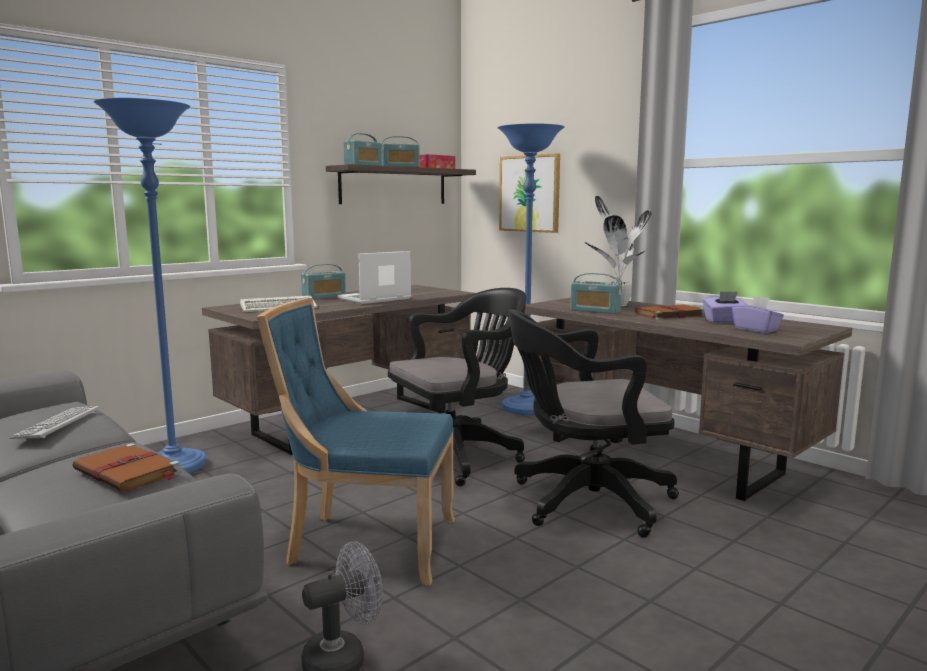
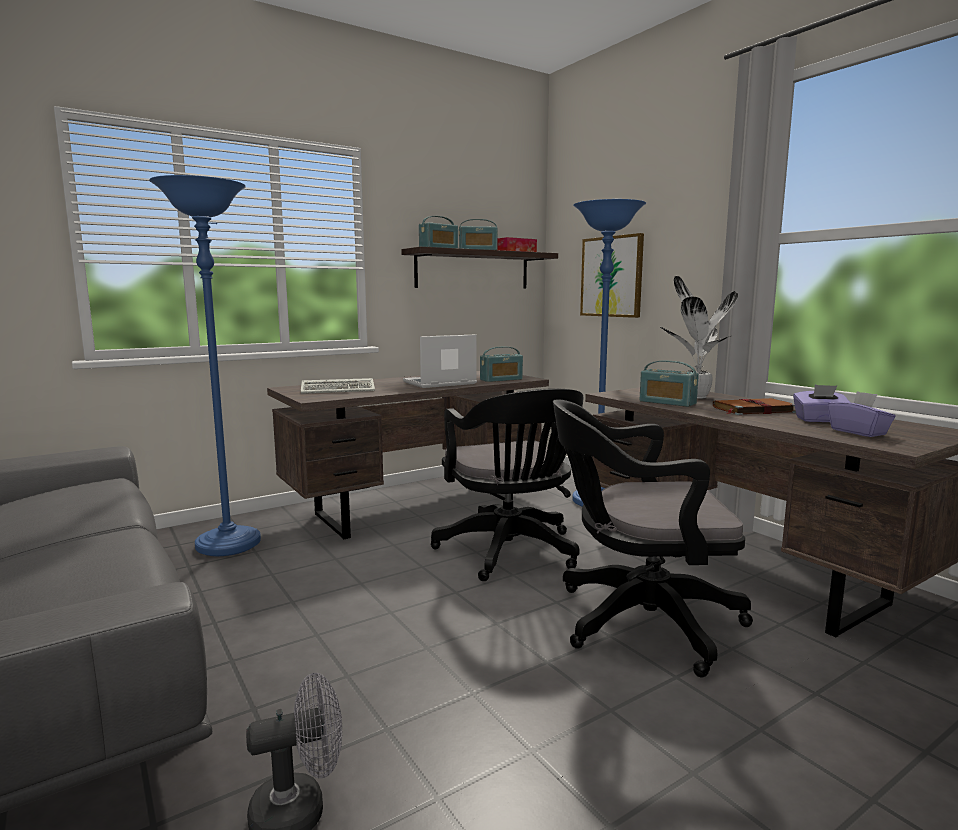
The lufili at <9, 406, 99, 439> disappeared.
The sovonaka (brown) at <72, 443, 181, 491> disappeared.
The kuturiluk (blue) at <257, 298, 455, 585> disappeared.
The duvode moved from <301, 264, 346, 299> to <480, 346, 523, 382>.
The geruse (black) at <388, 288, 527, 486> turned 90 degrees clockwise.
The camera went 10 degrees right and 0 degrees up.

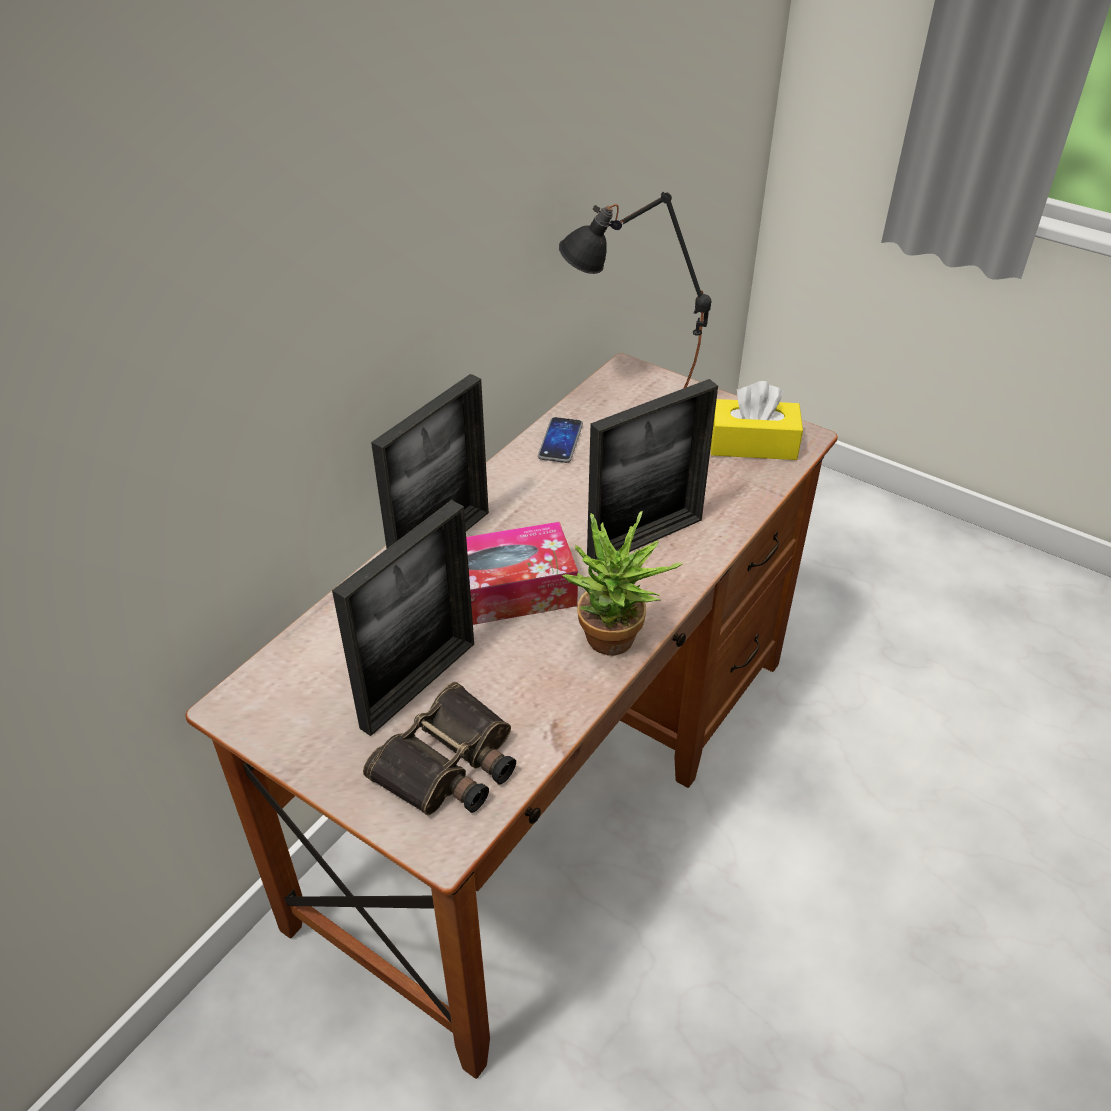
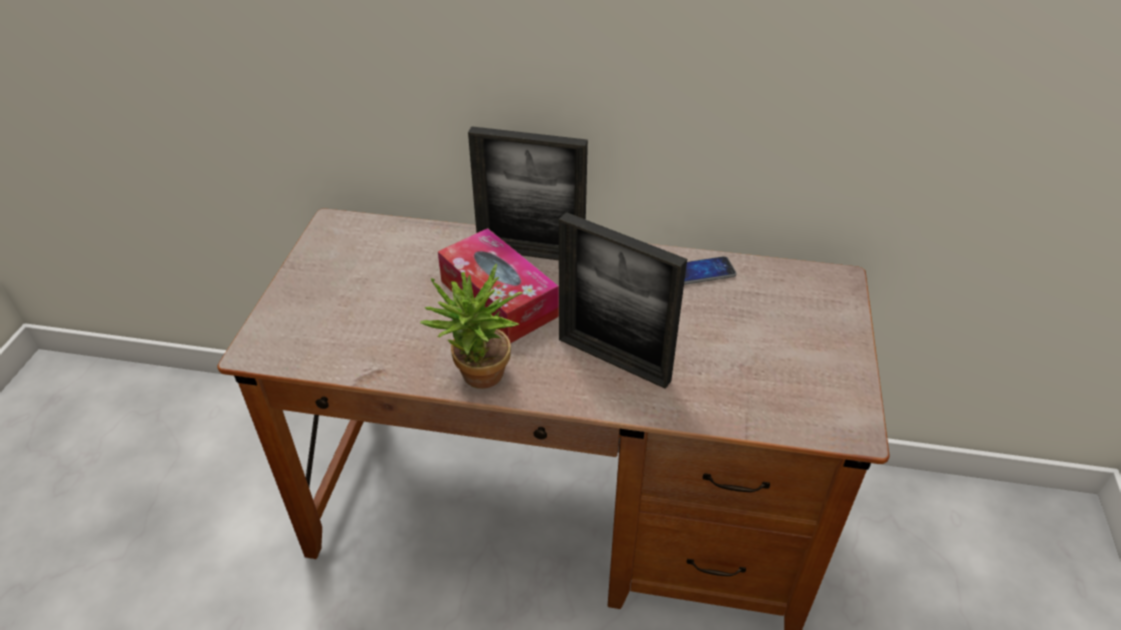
The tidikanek at <332, 500, 474, 736> disappeared.
The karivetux at <363, 682, 516, 815> disappeared.
The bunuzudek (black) at <559, 192, 711, 388> disappeared.
The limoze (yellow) at <711, 381, 803, 460> disappeared.
The camera went 65 degrees right and 0 degrees up.

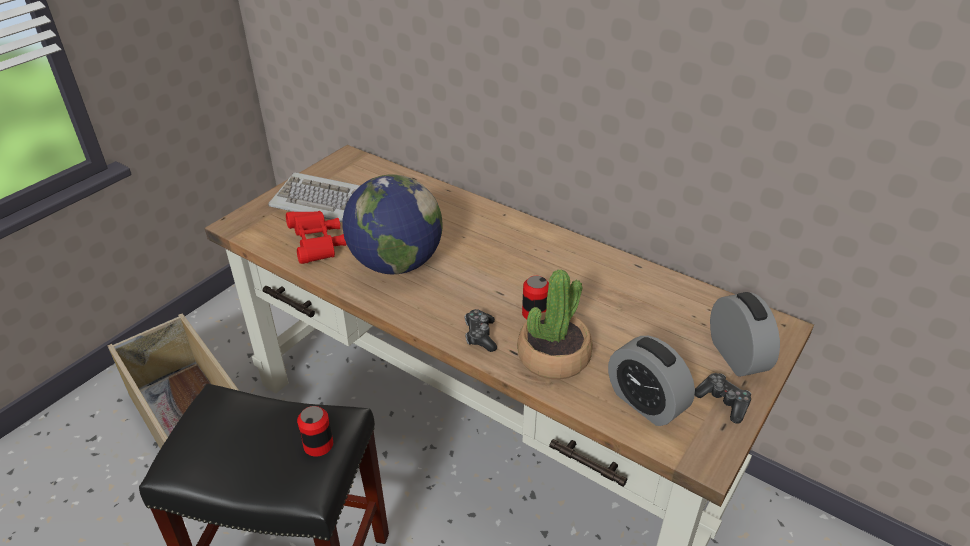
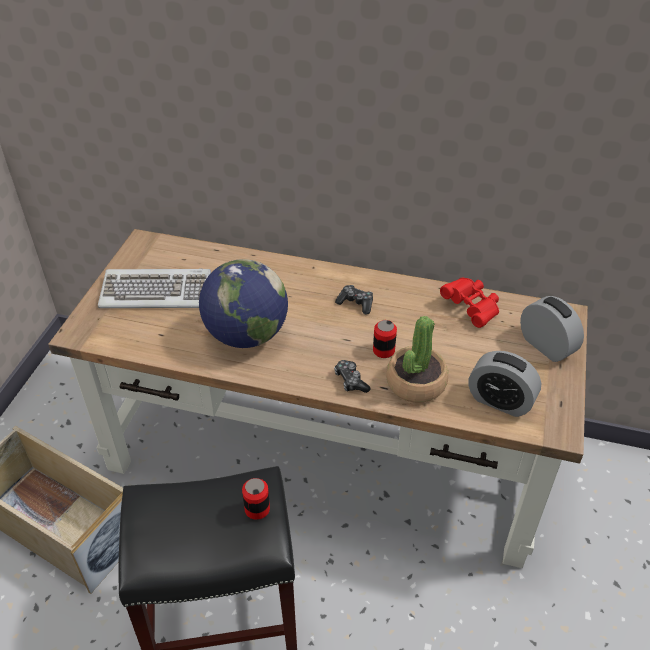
The karivetux (red) moved from <286, 211, 346, 264> to <440, 278, 499, 328>.
The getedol moved from <695, 373, 751, 424> to <335, 285, 373, 315>.
The camera went 20 degrees left and 5 degrees up.

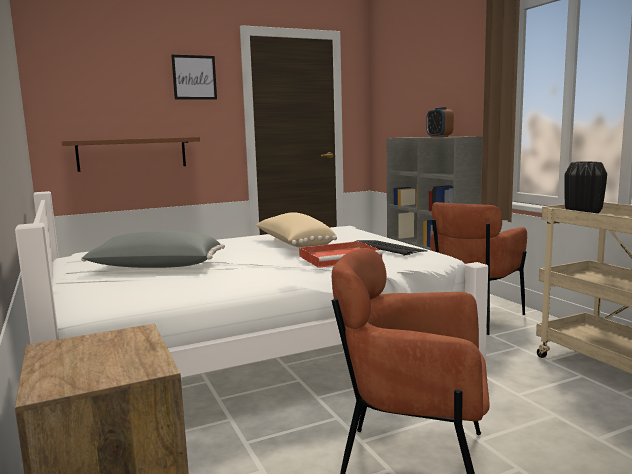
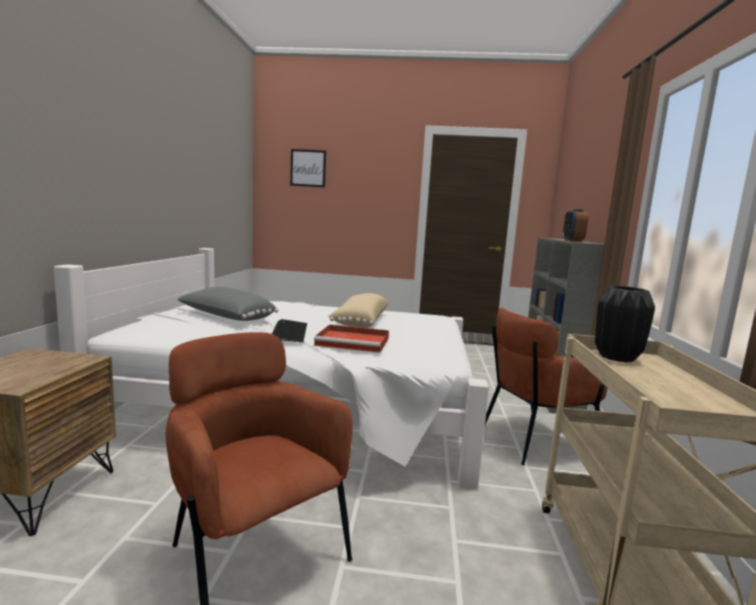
The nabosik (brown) at <62, 137, 200, 172> disappeared.
The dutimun moved from <171, 55, 217, 100> to <290, 149, 326, 187>.
The lufili moved from <356, 240, 428, 256> to <272, 319, 307, 342>.
The camera went 30 degrees right and 0 degrees up.

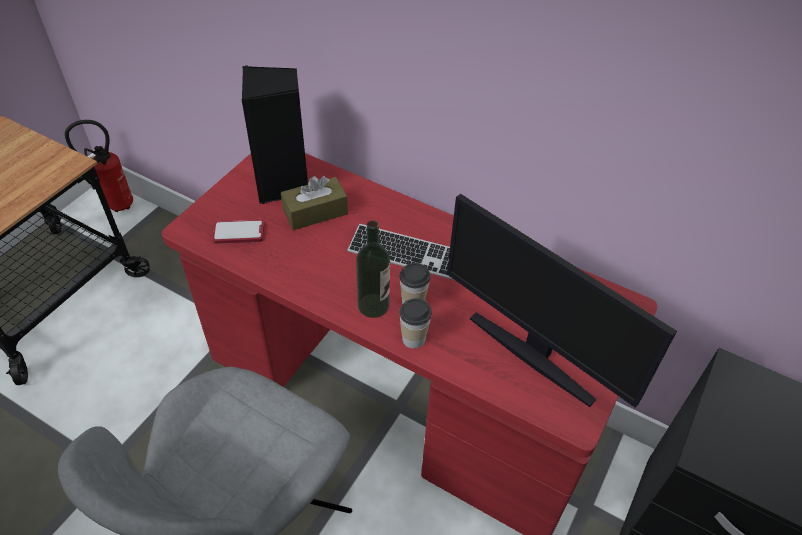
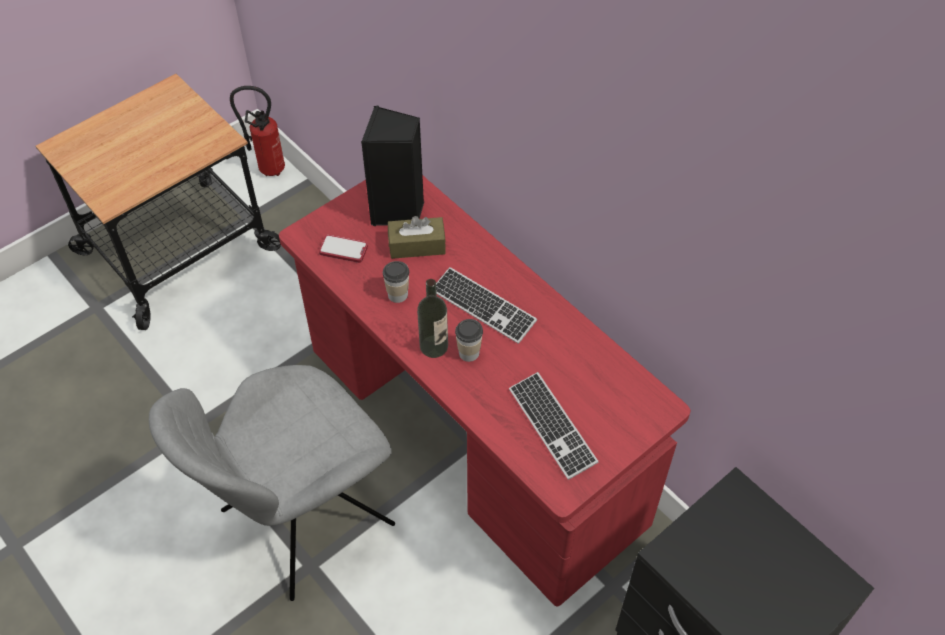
The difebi moved from <399, 298, 432, 348> to <383, 261, 409, 303>.
The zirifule at <447, 194, 677, 408> was replaced by the lufili at <509, 372, 598, 480>.
The camera went 20 degrees right and 5 degrees up.

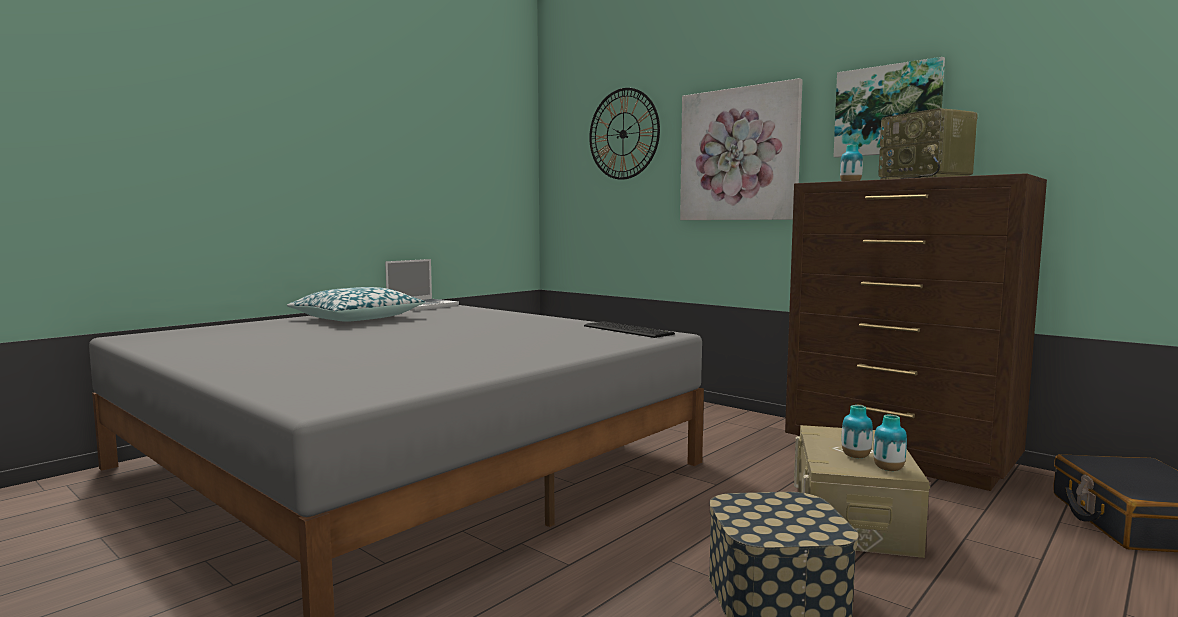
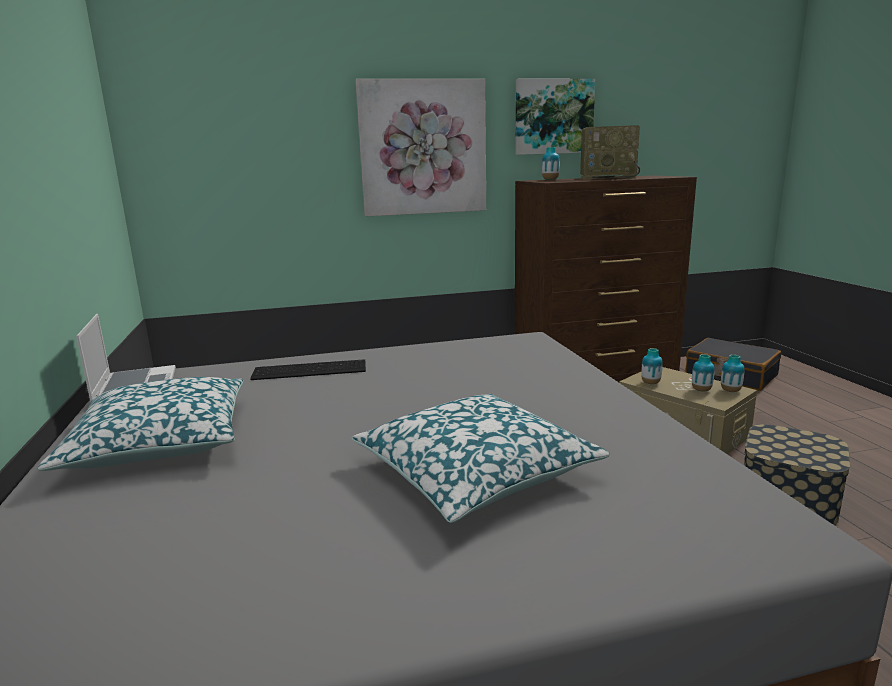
The lufili moved from <584, 321, 675, 338> to <251, 359, 366, 380>.
The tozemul at <589, 88, 660, 180> disappeared.
The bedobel at <352, 394, 610, 523> appeared.
The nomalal at <641, 348, 663, 384> appeared.
The camera went 55 degrees left and 10 degrees up.

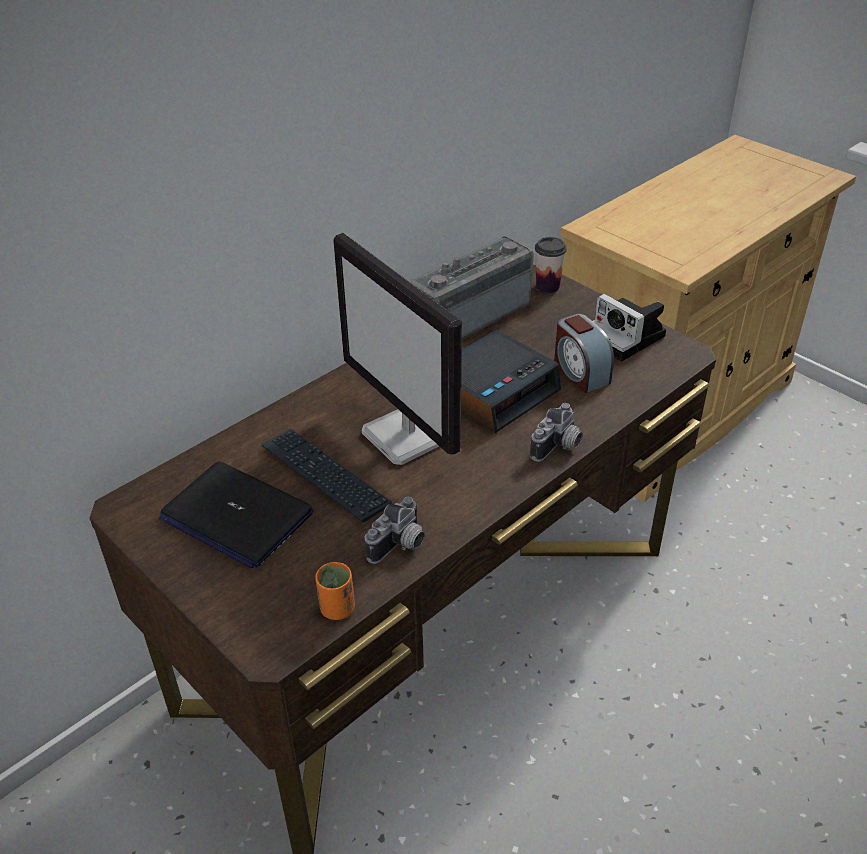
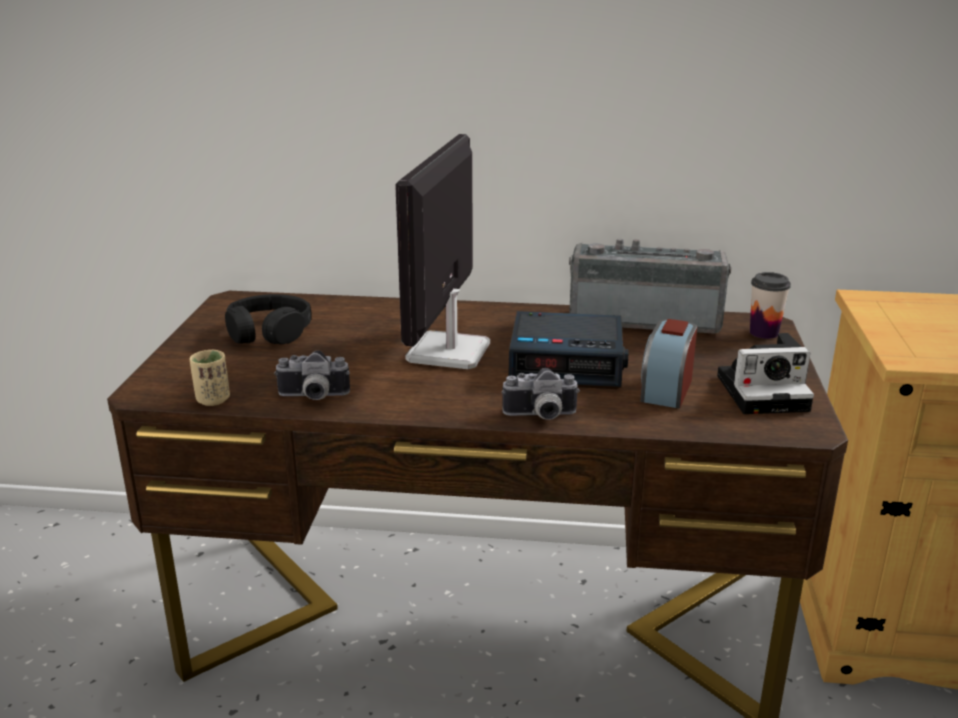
The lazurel at <159, 461, 314, 568> was replaced by the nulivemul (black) at <225, 294, 311, 344>.
The lufili at <261, 429, 392, 522> disappeared.
The difebi (orange) at <315, 562, 355, 620> became the difebi (beige) at <190, 350, 230, 406>.
The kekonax at <593, 294, 666, 362> turned 105 degrees counterclockwise.
The camera went 50 degrees right and 15 degrees down.

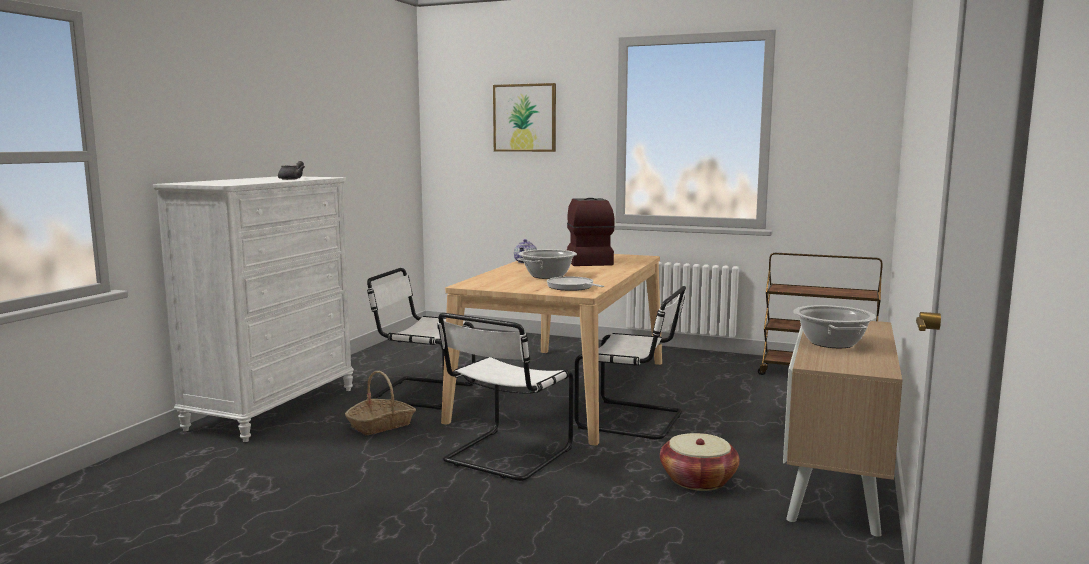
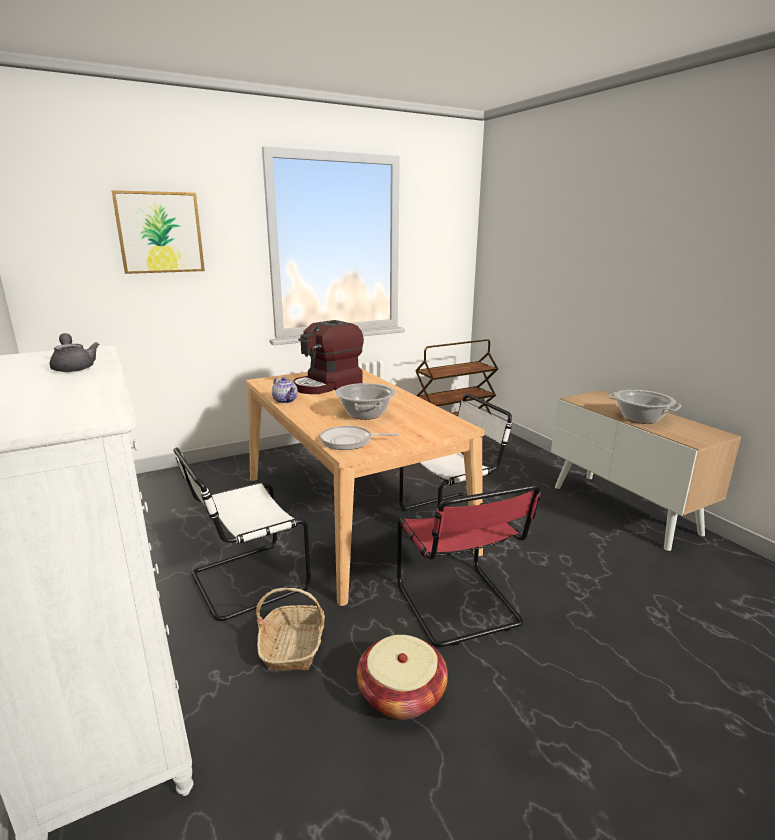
The kuturiluk (white) at <437, 313, 573, 481> became the kuturiluk (red) at <397, 484, 541, 647>.
The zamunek moved from <547, 276, 604, 291> to <320, 426, 399, 450>.
The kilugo at <567, 198, 615, 266> turned 75 degrees counterclockwise.
The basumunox moved from <660, 433, 740, 491> to <357, 635, 448, 720>.
The camera went 50 degrees left and 10 degrees up.

